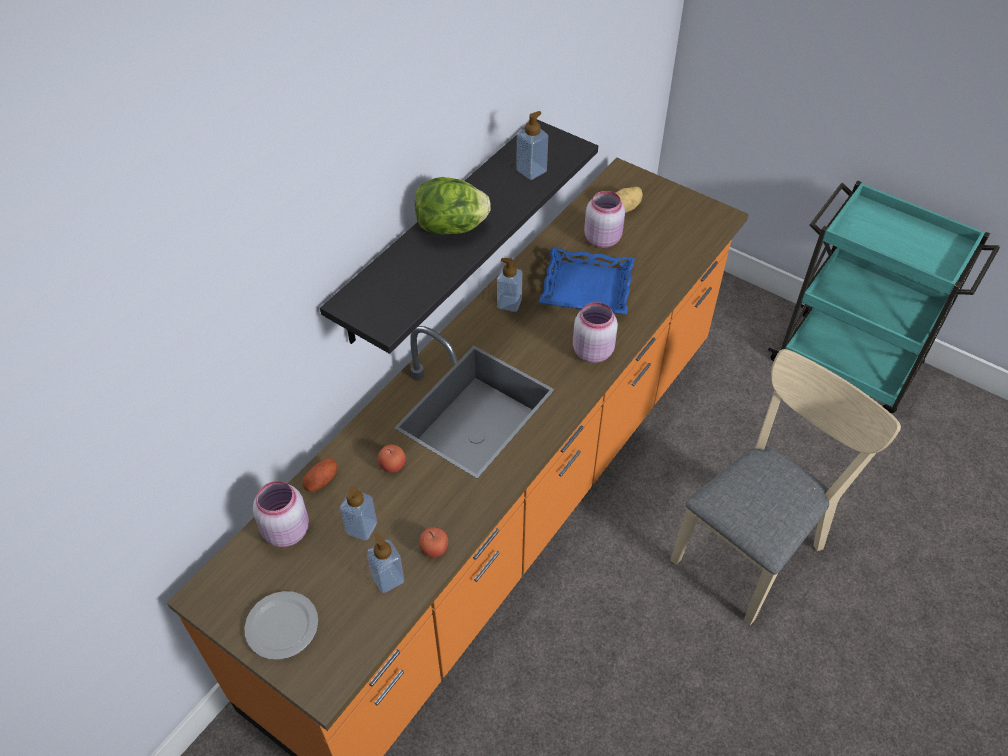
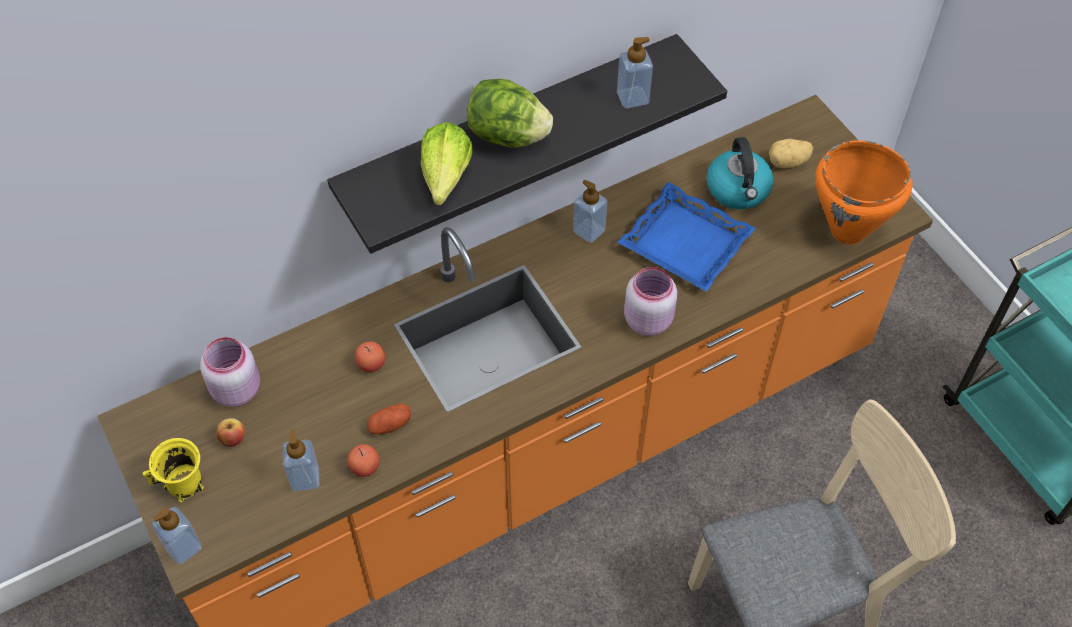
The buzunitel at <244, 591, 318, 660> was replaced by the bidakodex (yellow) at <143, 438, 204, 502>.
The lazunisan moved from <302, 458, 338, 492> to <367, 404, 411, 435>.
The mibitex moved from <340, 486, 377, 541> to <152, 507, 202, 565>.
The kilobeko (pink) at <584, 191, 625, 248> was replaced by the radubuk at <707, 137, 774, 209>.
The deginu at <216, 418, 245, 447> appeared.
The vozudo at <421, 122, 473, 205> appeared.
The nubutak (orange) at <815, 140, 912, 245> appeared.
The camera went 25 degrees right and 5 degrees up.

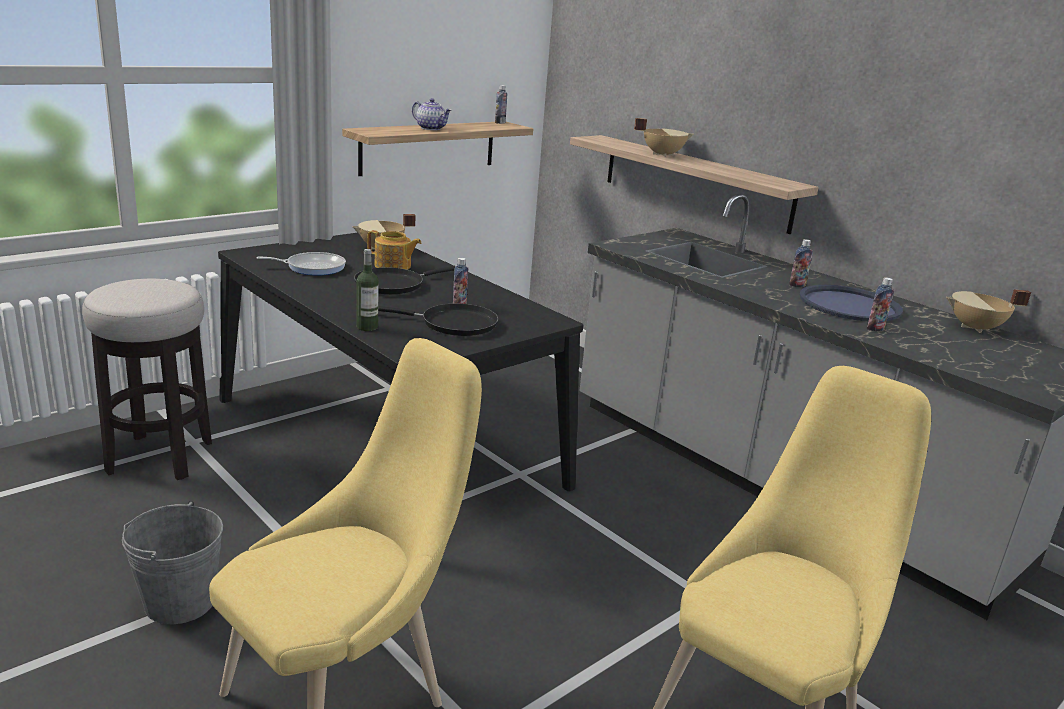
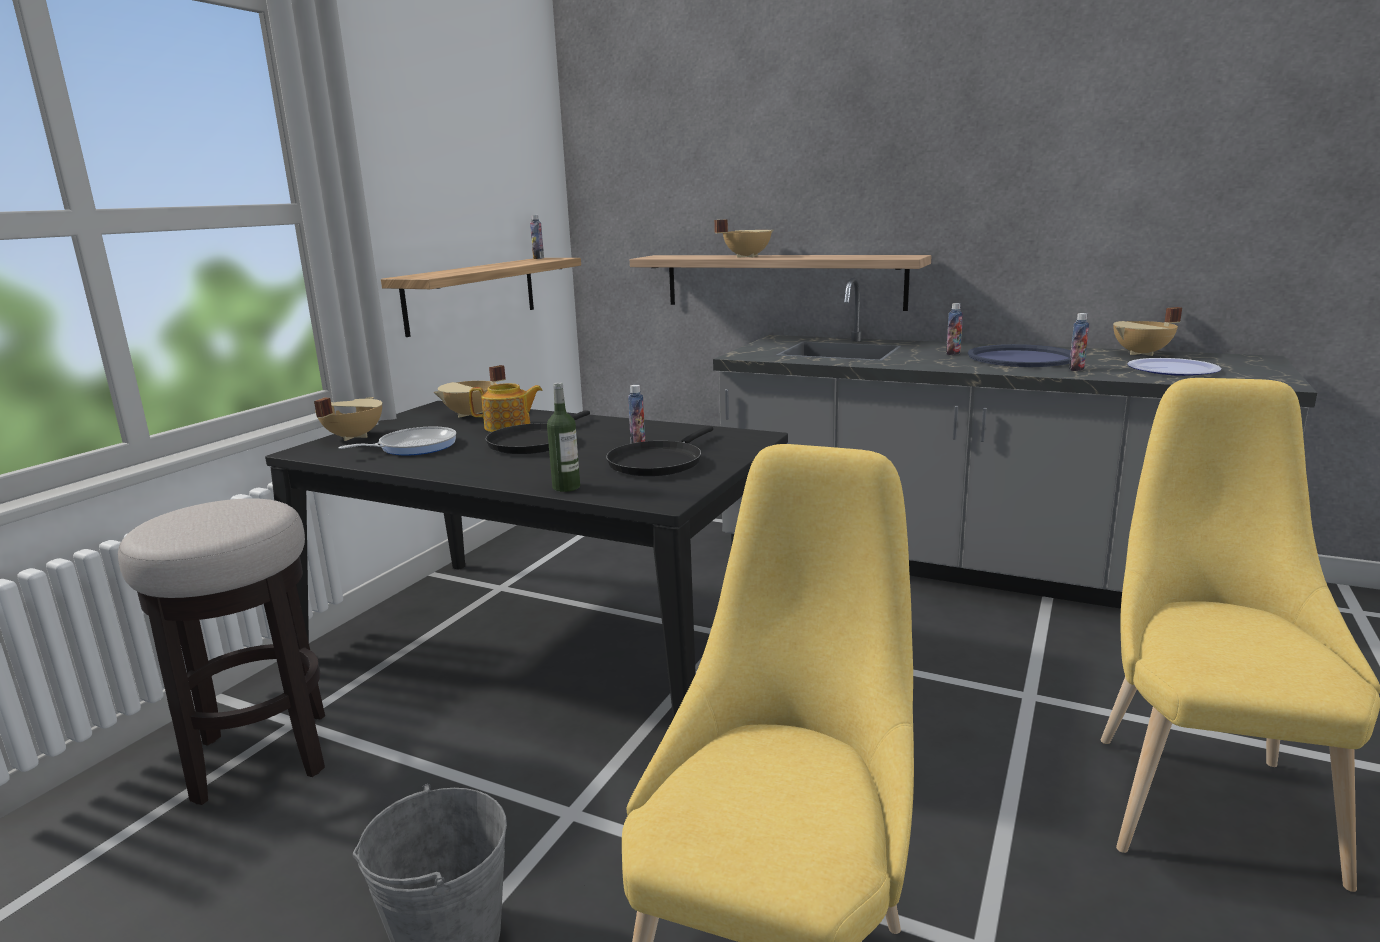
The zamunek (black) at <378, 303, 498, 336> turned 135 degrees clockwise.
The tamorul at <412, 98, 452, 130> disappeared.
The nubutak (beige) at <314, 397, 382, 441> appeared.
The buzunitel at <1127, 358, 1221, 376> appeared.
The camera went 20 degrees left and 5 degrees down.

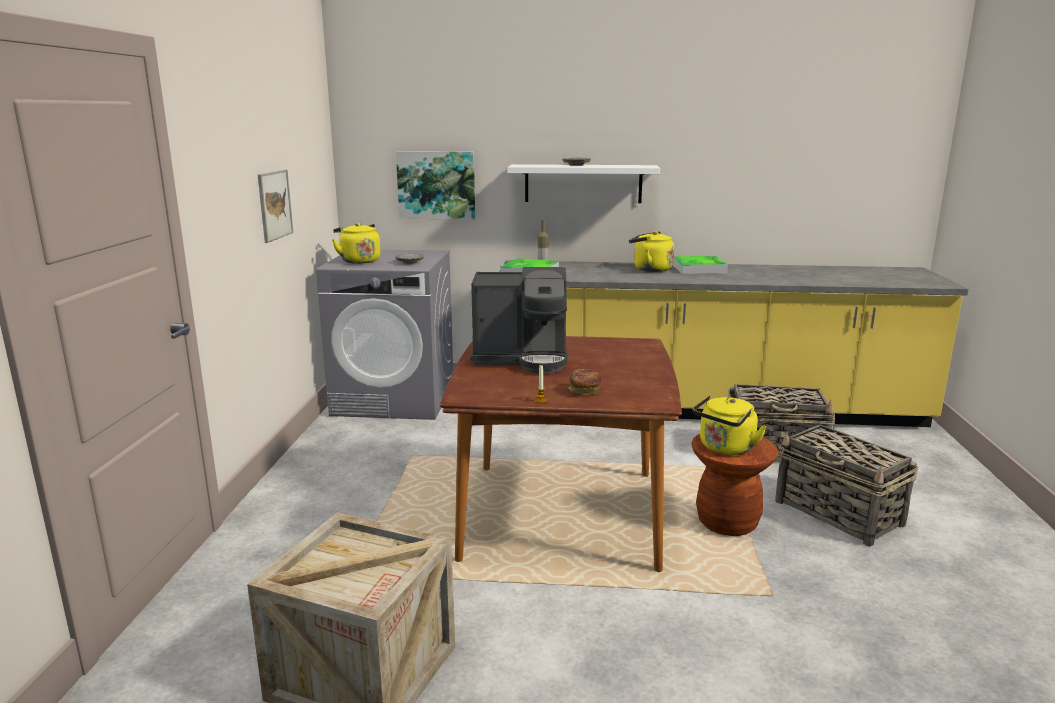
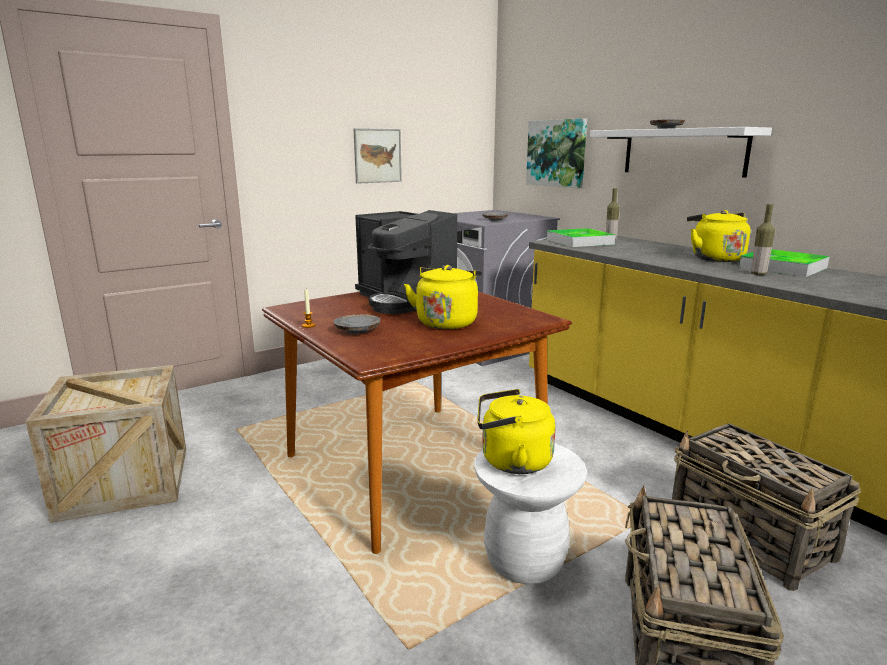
The radubuk (yellow) moved from <332, 223, 380, 264> to <404, 265, 482, 329>.
The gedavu at <568, 369, 601, 395> was replaced by the buzunitel (grey) at <333, 314, 380, 334>.
The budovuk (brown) at <692, 434, 778, 536> became the budovuk (white) at <474, 444, 587, 585>.
The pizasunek at <751, 204, 775, 275> appeared.
The camera went 50 degrees right and 0 degrees up.

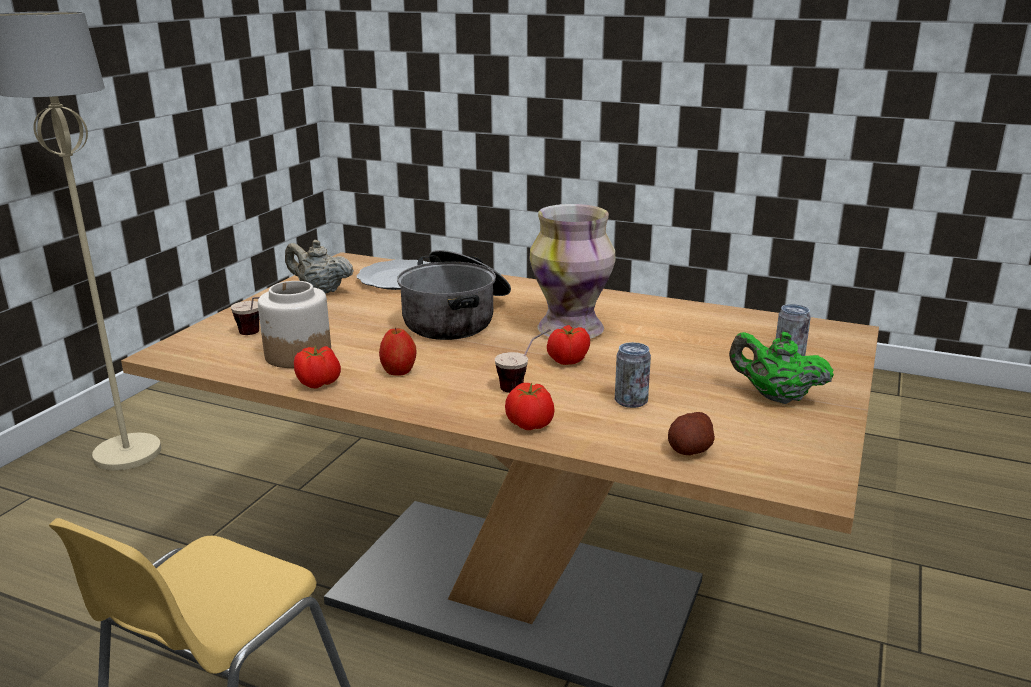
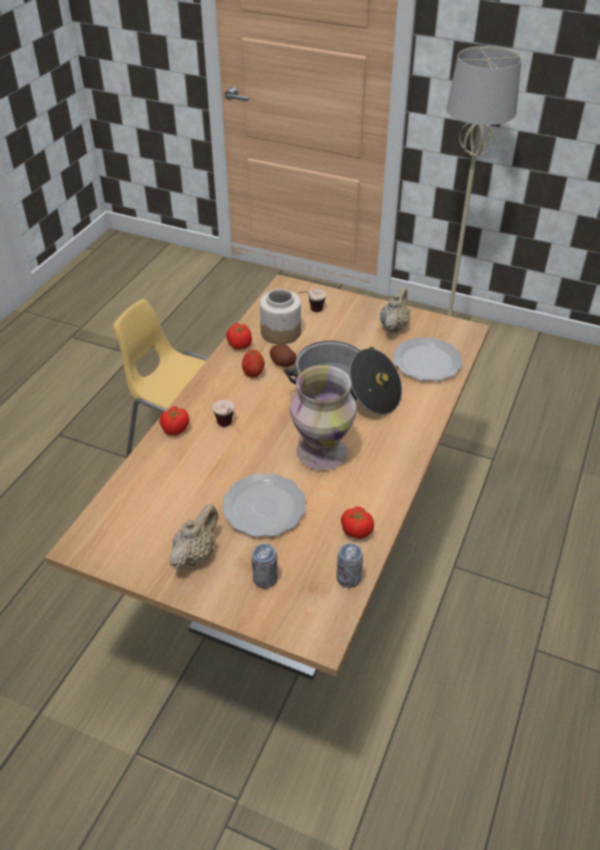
The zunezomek moved from <547, 325, 590, 365> to <341, 506, 374, 539>.
The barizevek moved from <615, 342, 651, 408> to <336, 543, 363, 588>.
The lazunisan moved from <668, 412, 715, 455> to <270, 344, 297, 367>.
The tamorul (green) at <729, 332, 834, 404> became the tamorul (beige) at <170, 505, 218, 569>.
The buzunitel at <223, 473, 306, 537> appeared.
The camera went 90 degrees right and 20 degrees up.

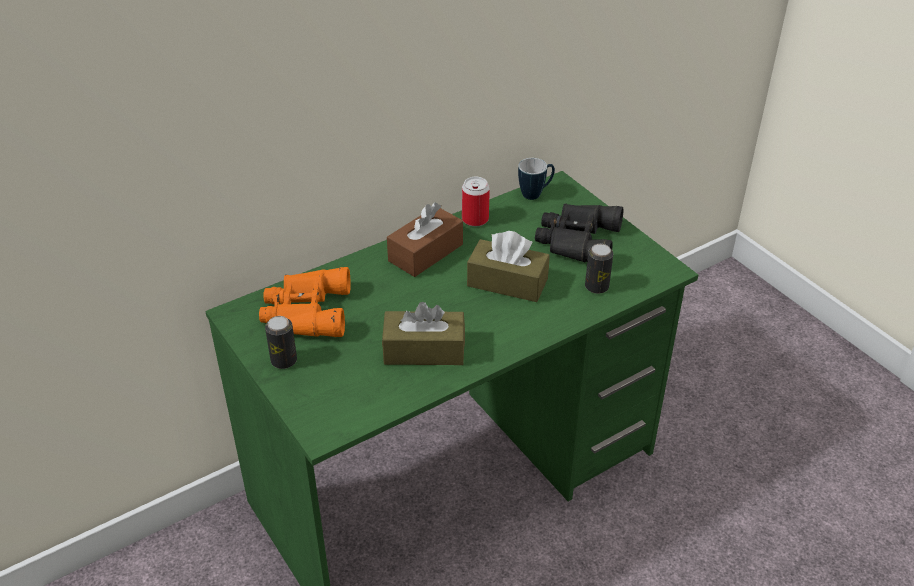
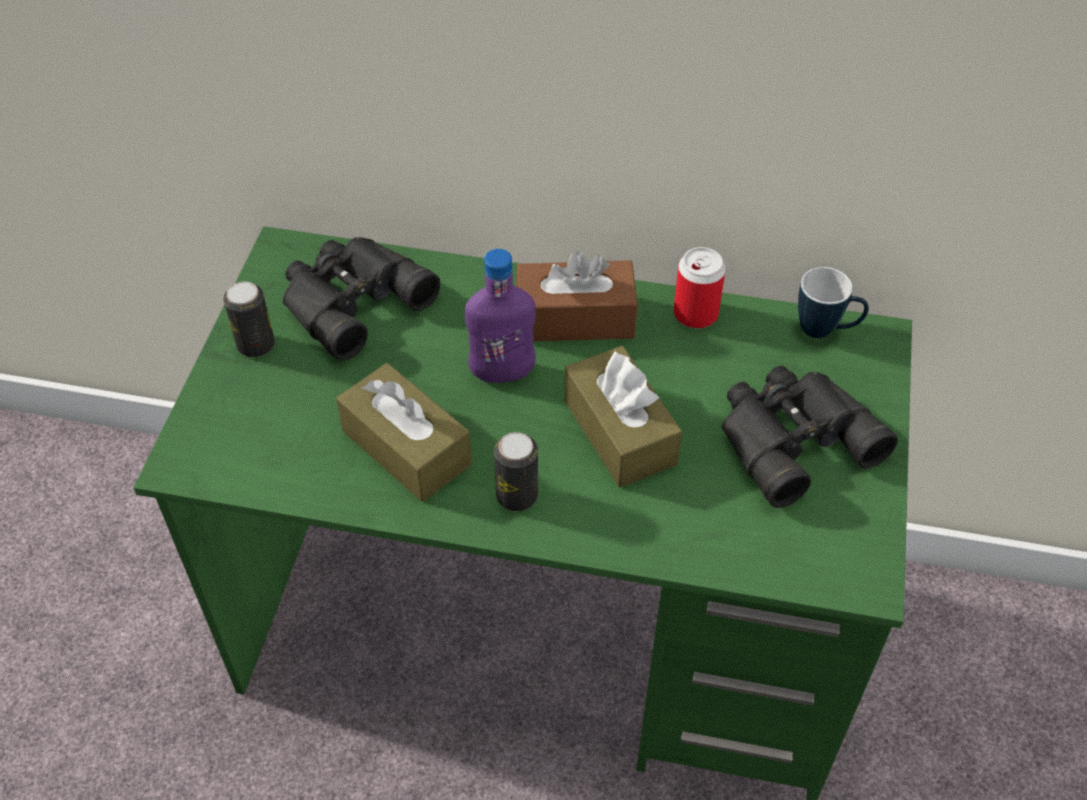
The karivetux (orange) at <259, 267, 351, 337> became the karivetux (black) at <283, 237, 440, 360>.
The barizevek moved from <585, 244, 613, 294> to <494, 432, 538, 511>.
The pizasunek (purple) at <465, 249, 536, 383> appeared.
The camera went 45 degrees right and 10 degrees up.

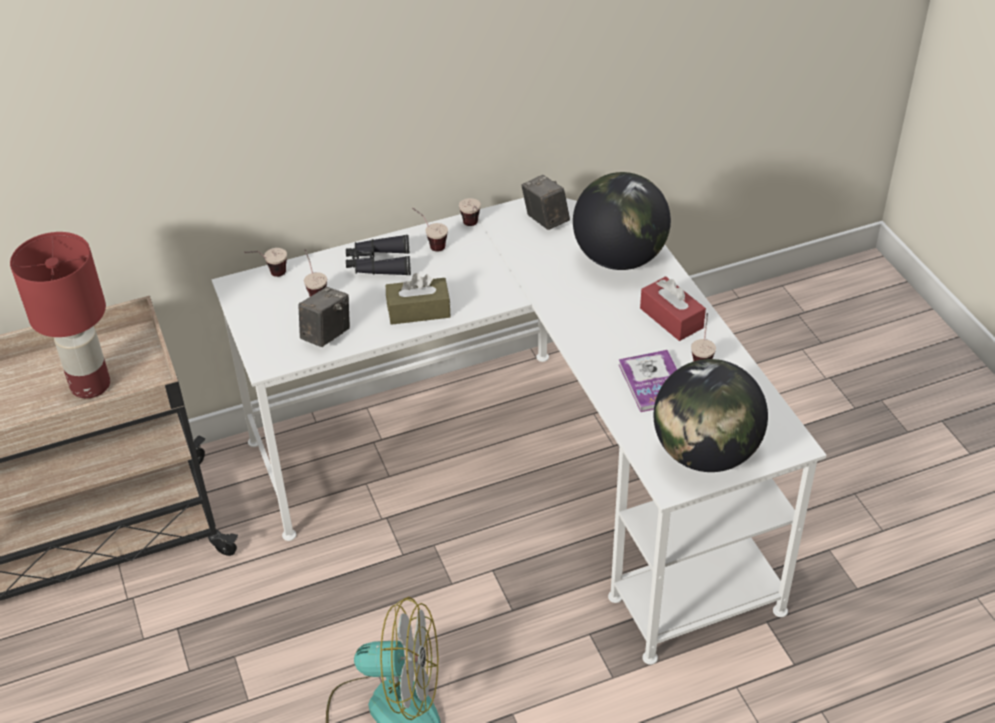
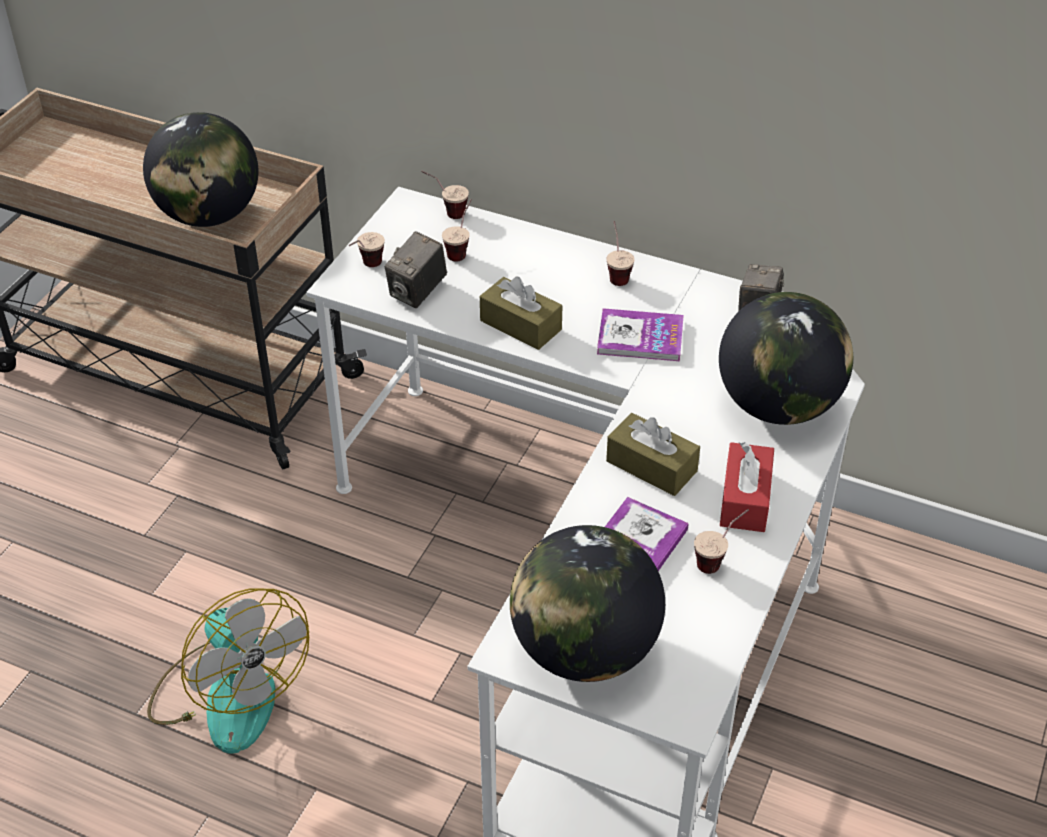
The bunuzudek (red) at <10, 232, 110, 398> was replaced by the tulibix at <143, 112, 258, 227>.
The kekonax at <298, 287, 350, 347> turned 135 degrees clockwise.
The karivetux (black) at <346, 235, 411, 276> disappeared.
The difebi moved from <459, 198, 481, 226> to <349, 232, 385, 267>.
The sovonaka at <597, 308, 684, 361> appeared.
The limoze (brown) at <606, 413, 700, 496> appeared.
The camera went 45 degrees right and 0 degrees up.

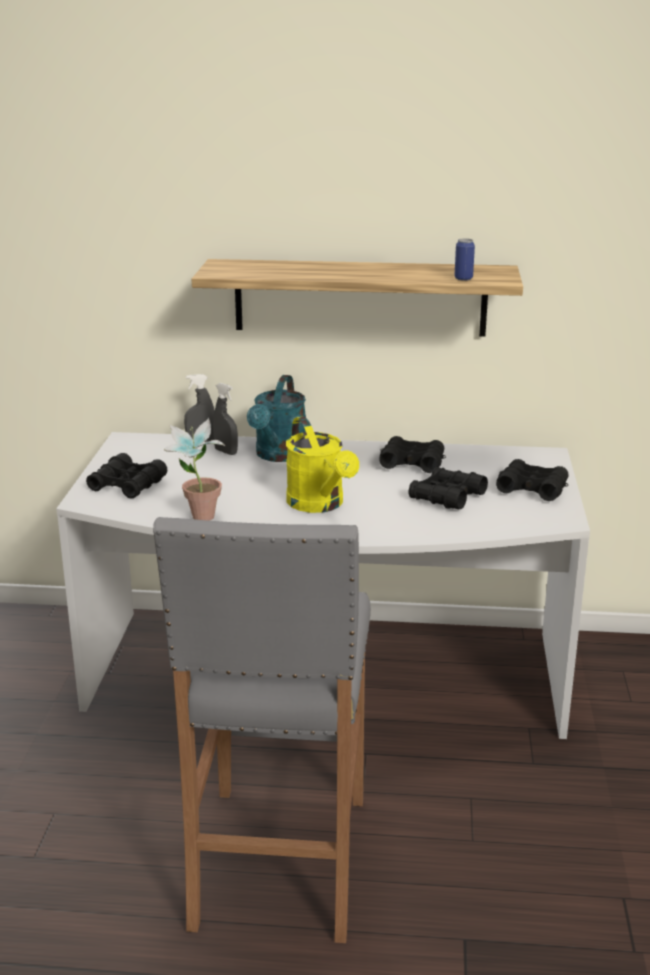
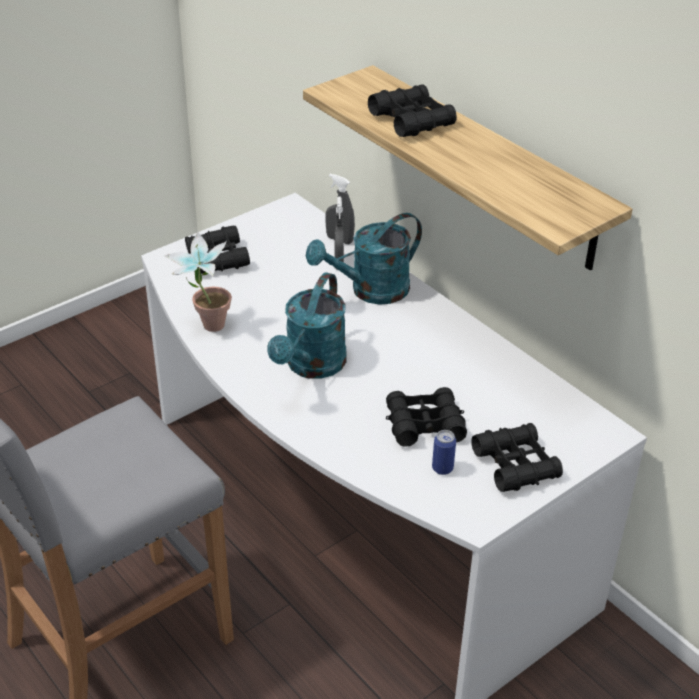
The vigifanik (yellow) at <286, 416, 359, 513> became the vigifanik (turquoise) at <267, 272, 346, 379>.
The karivetux (black) moved from <380, 436, 446, 473> to <368, 84, 457, 137>.
The barizevek moved from <454, 238, 475, 281> to <432, 430, 456, 475>.
The camera went 45 degrees right and 15 degrees up.

